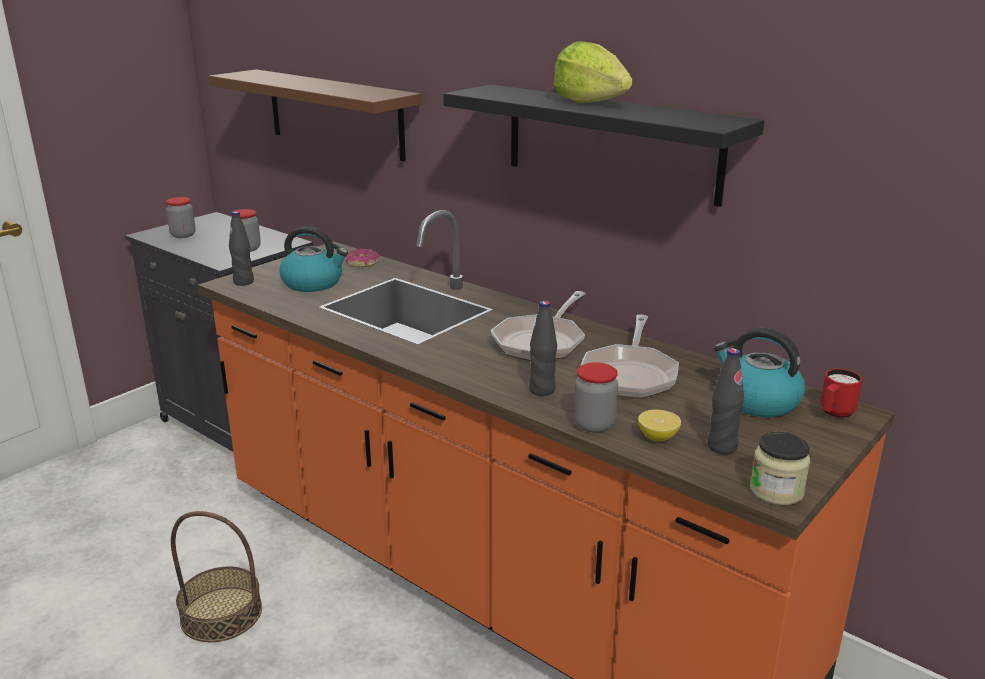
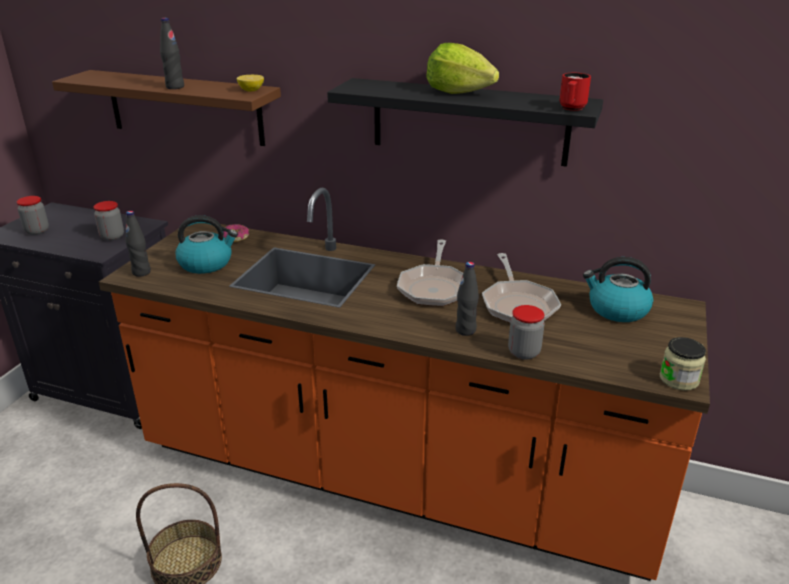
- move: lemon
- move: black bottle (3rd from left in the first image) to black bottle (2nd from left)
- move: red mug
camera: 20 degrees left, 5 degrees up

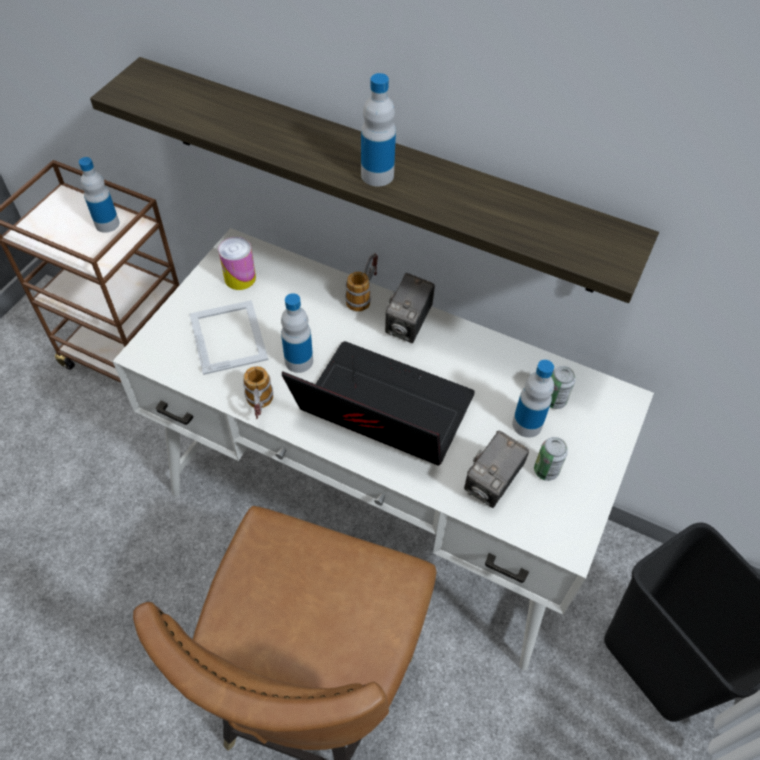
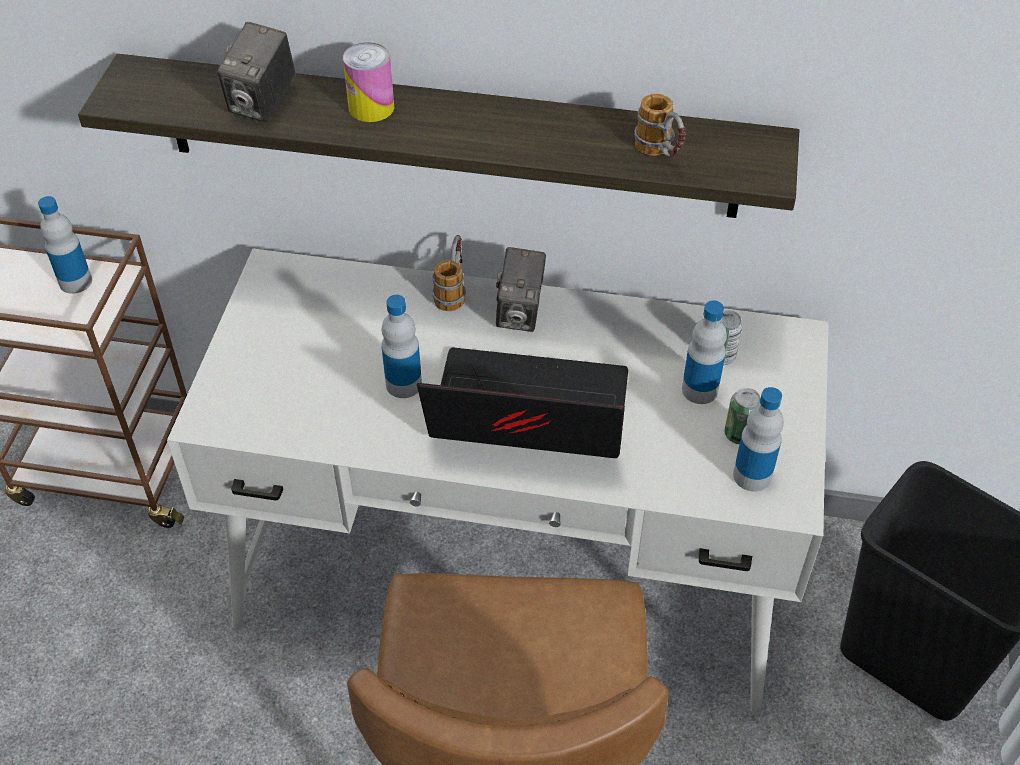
- delete: picture frame
- move: can (1st from left)
- move: mug (1st from left in the first image) to mug (2nd from left)
- move: bottle (3rd from left in the first image) to bottle (4th from left)
- move: photo camera (2nd from left in the first image) to photo camera (1st from left)
camera: 15 degrees left, 5 degrees down

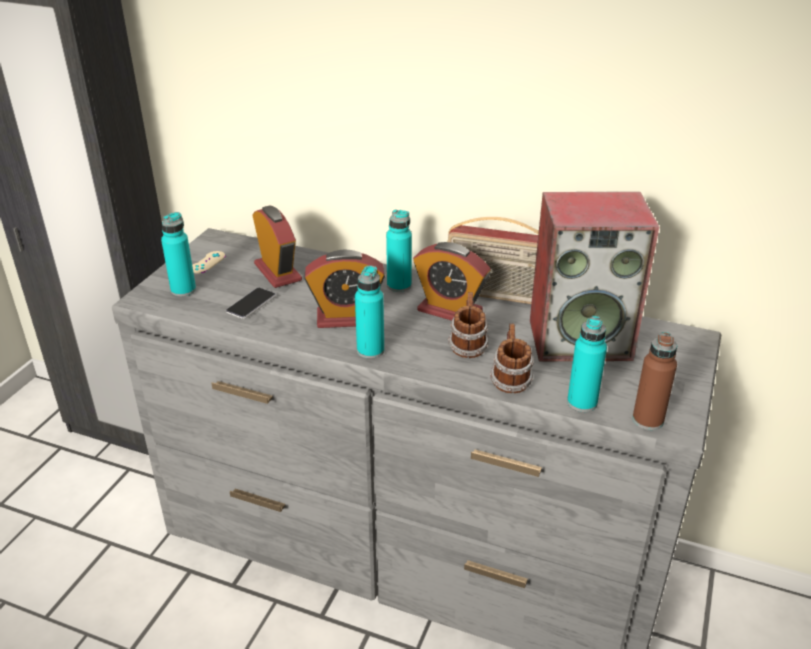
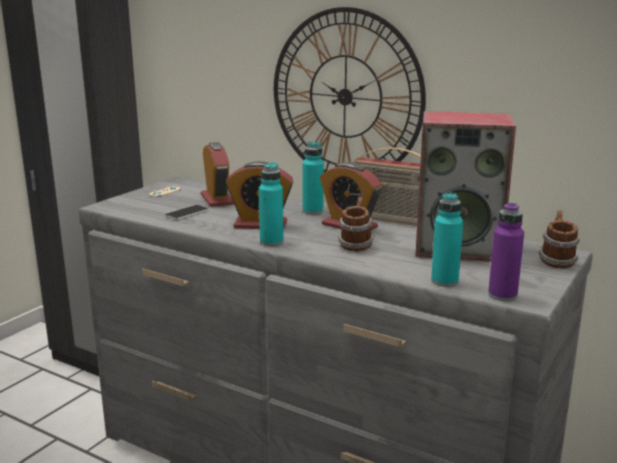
- delete: turquoise bottle (1st from left)
- insert: wall clock
- move: mug (2nd from left)
- recolor: brown bottle to purple bottle
camera: 10 degrees right, 15 degrees down

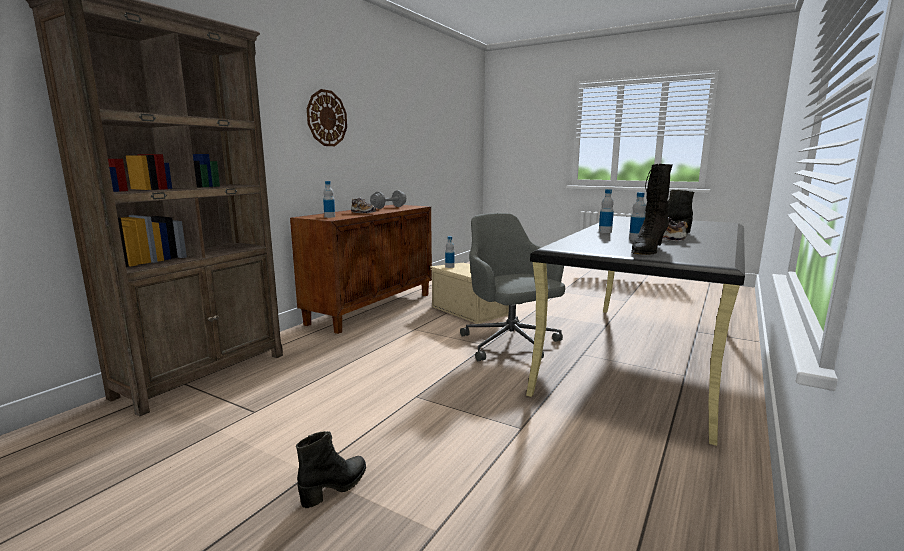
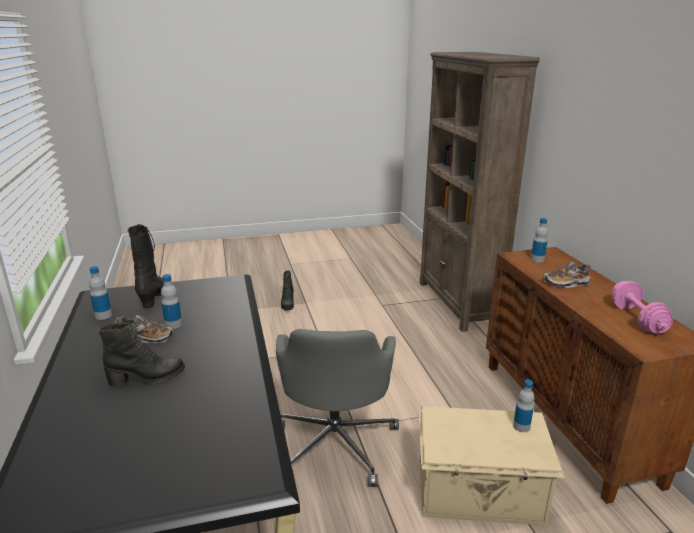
- delete: wall clock
- move: bottle (3rd from left in the first image) to bottle (1st from left)
- recolor: grey dumbbell to pink dumbbell
- rotate: grey office chair 75 degrees clockwise
camera: 135 degrees right, 10 degrees up

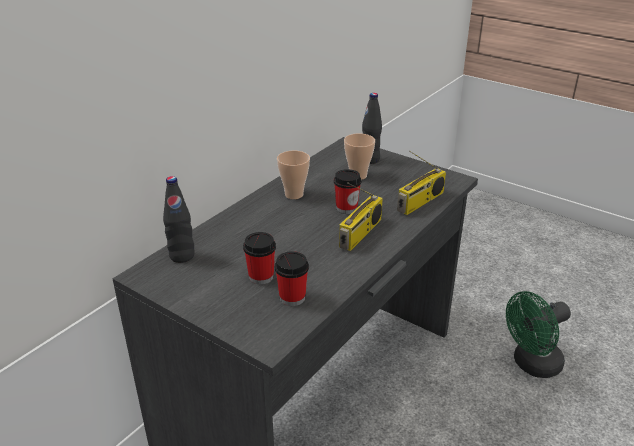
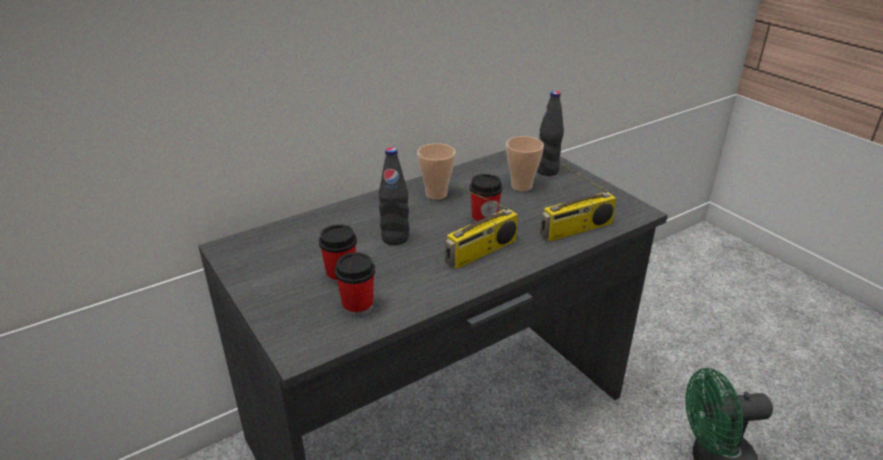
- move: black bottle (1st from left)
camera: 20 degrees right, 0 degrees up

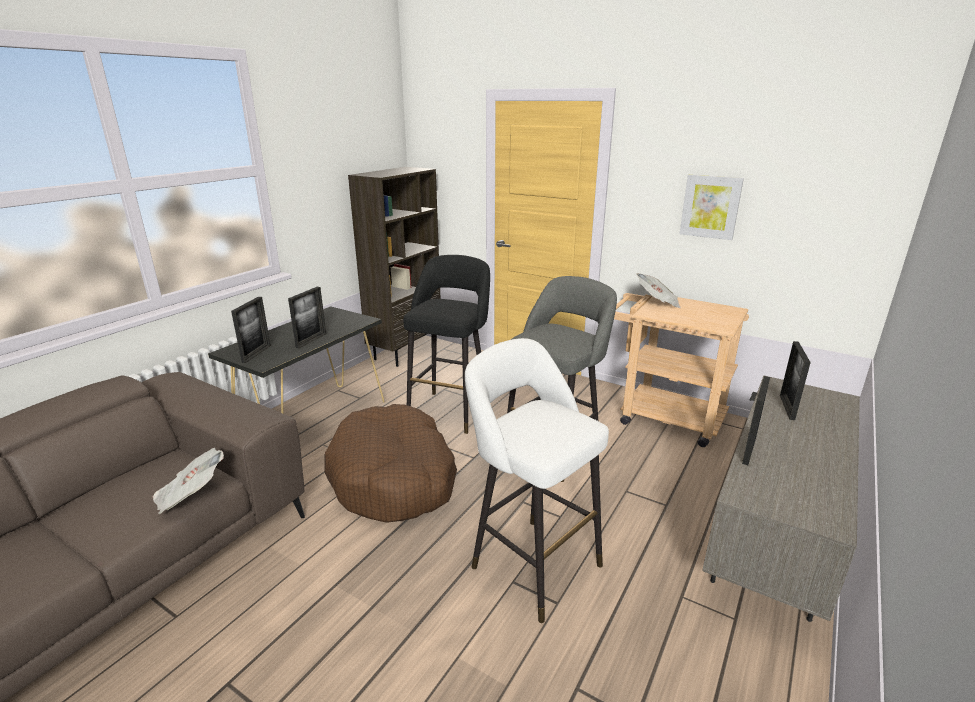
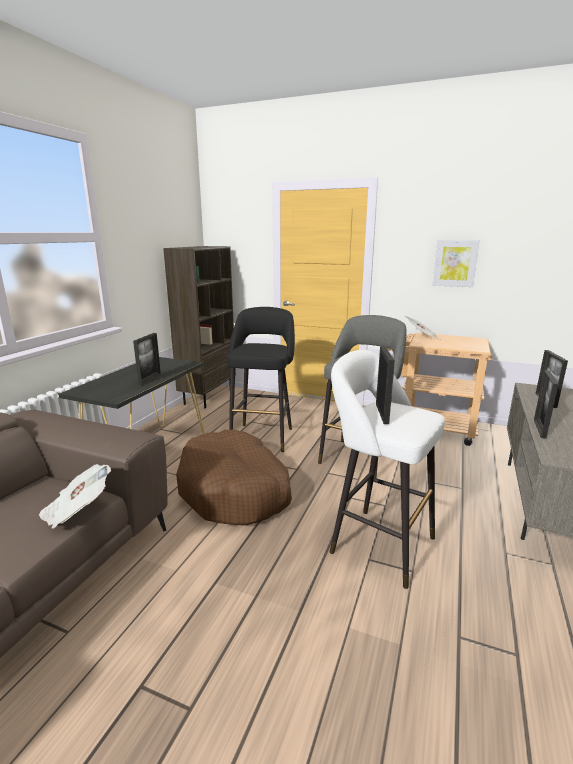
- move: picture frame (1st from left in the first image) to picture frame (2nd from left)
camera: 10 degrees left, 5 degrees down

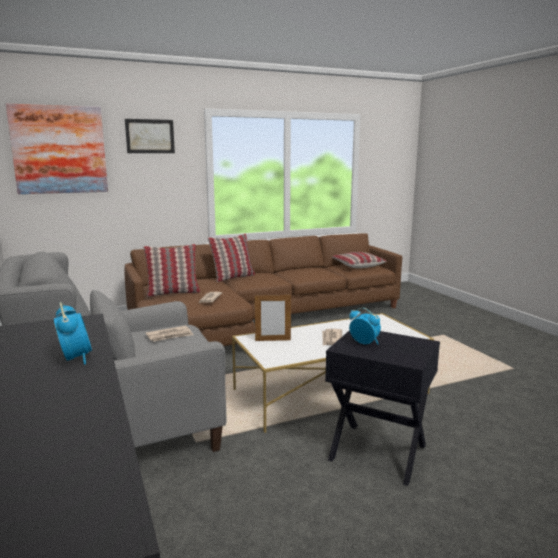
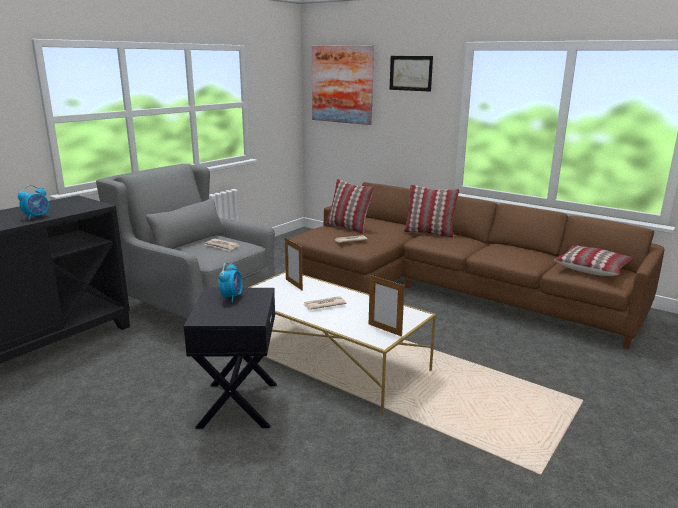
- insert: picture frame (2nd from left)
camera: 60 degrees right, 5 degrees up

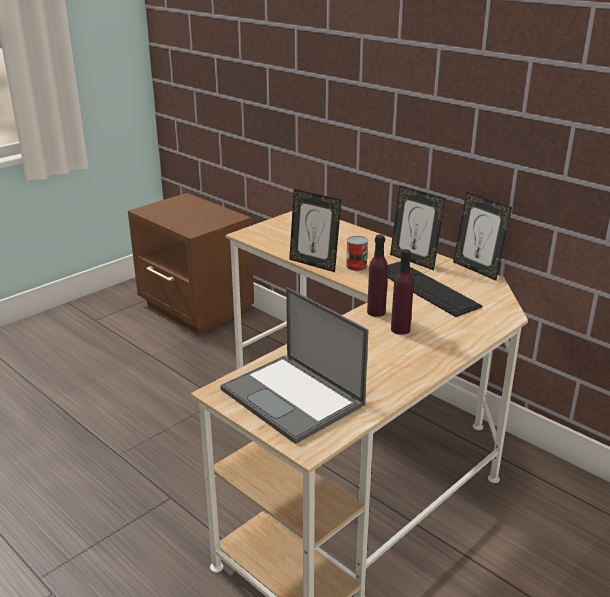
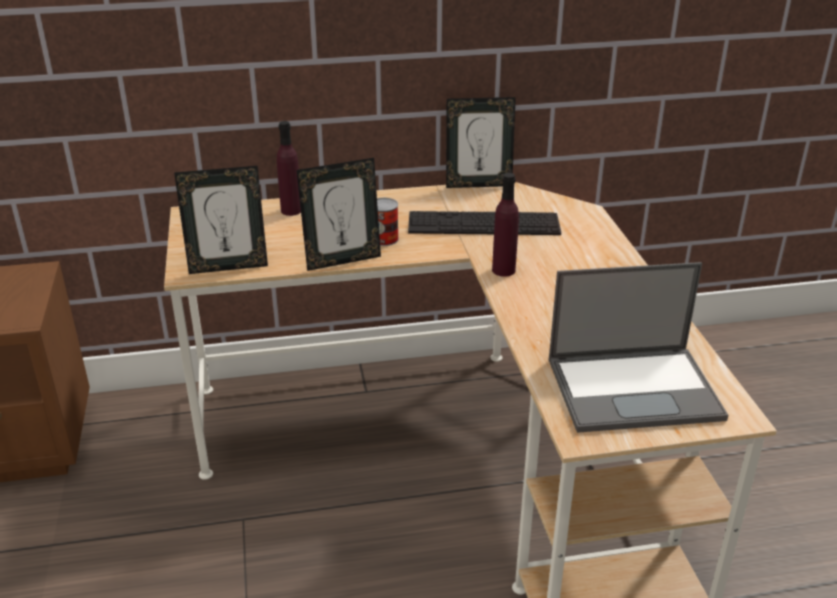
- move: picture frame (2nd from left in the first image) to picture frame (1st from left)
- move: purple bottle (2nd from left in the first image) to purple bottle (1st from left)
camera: 55 degrees left, 5 degrees up

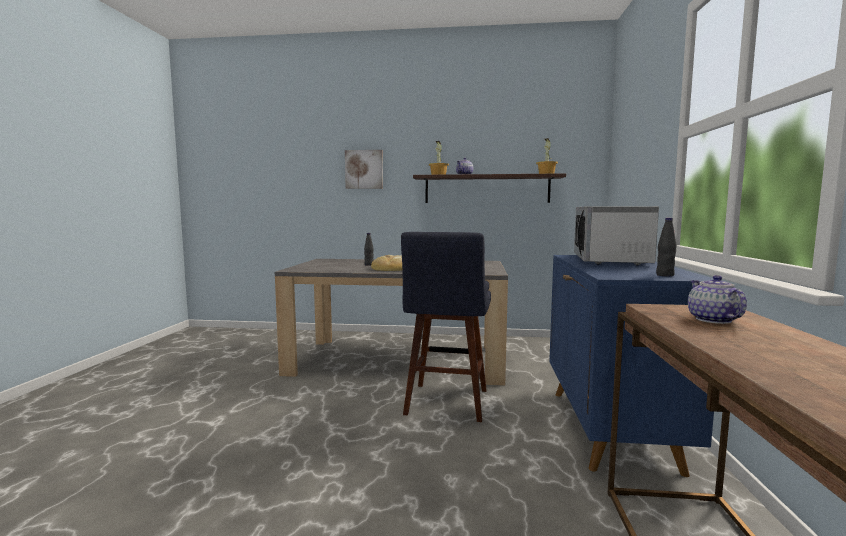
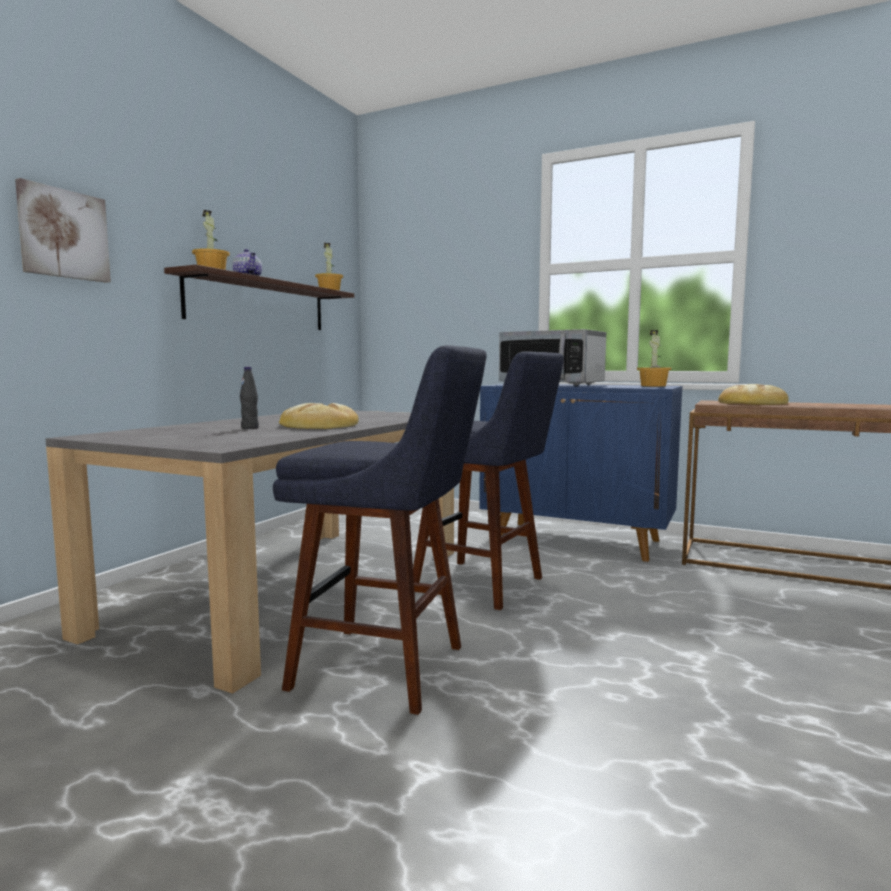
- insert: blue stool (1st from left)
- replace: black bottle (2nd from left) to potted plant (3rd from left)
- replace: teapot (2nd from left) to bread (2nd from left)
camera: 70 degrees left, 0 degrees up

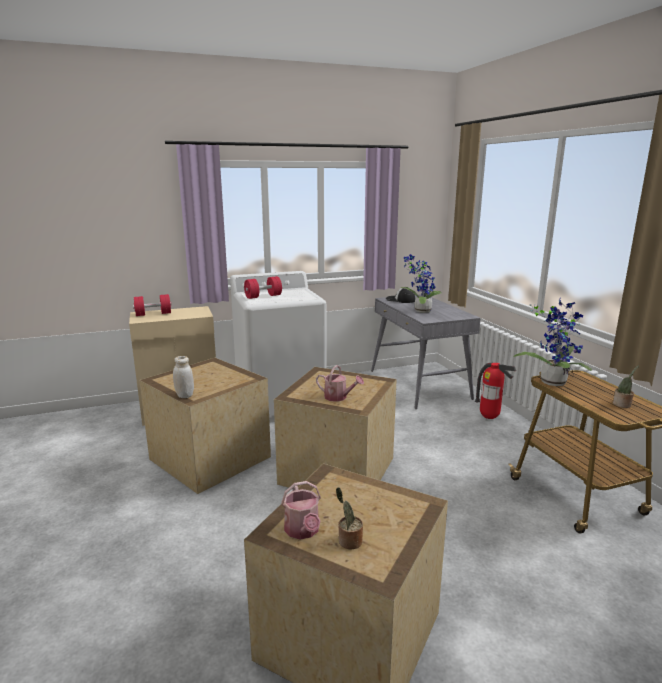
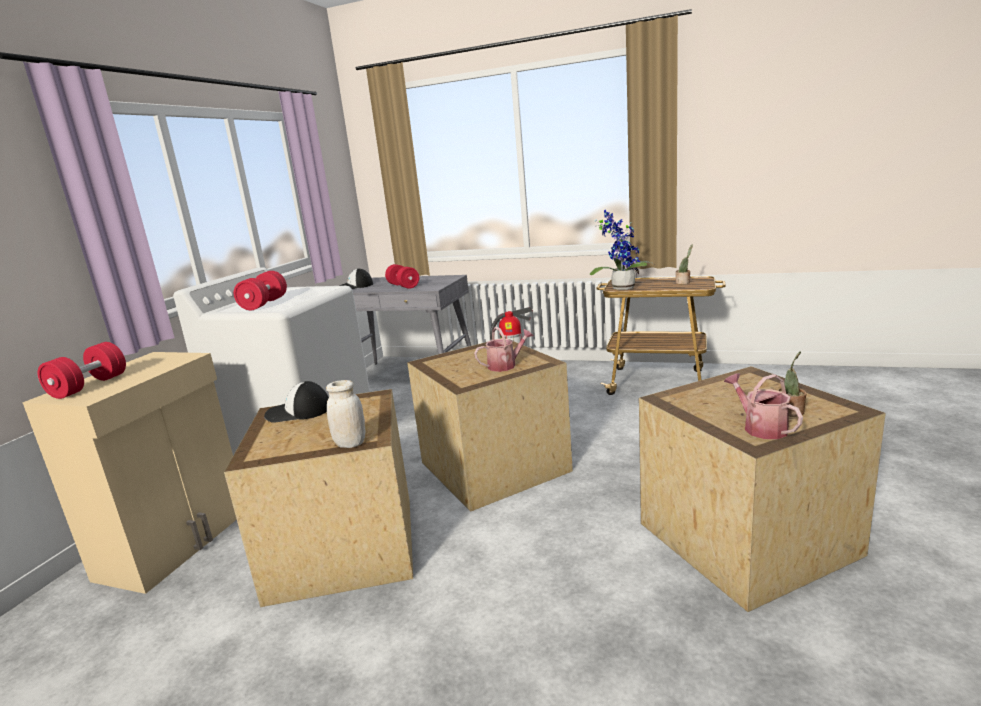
- insert: cap (1st from left)
- replace: potted plant (2nd from left) to red dumbbell (3rd from left)
- rotate: watering can (1st from left in the first image) 135 degrees counterclockwise
camera: 50 degrees left, 0 degrees up

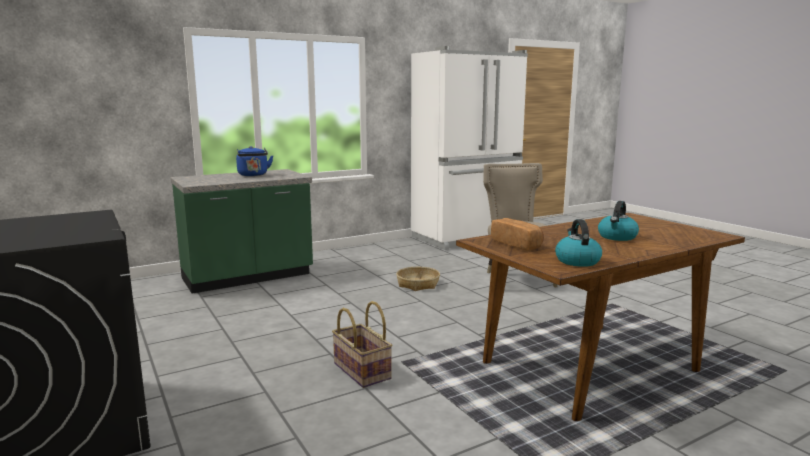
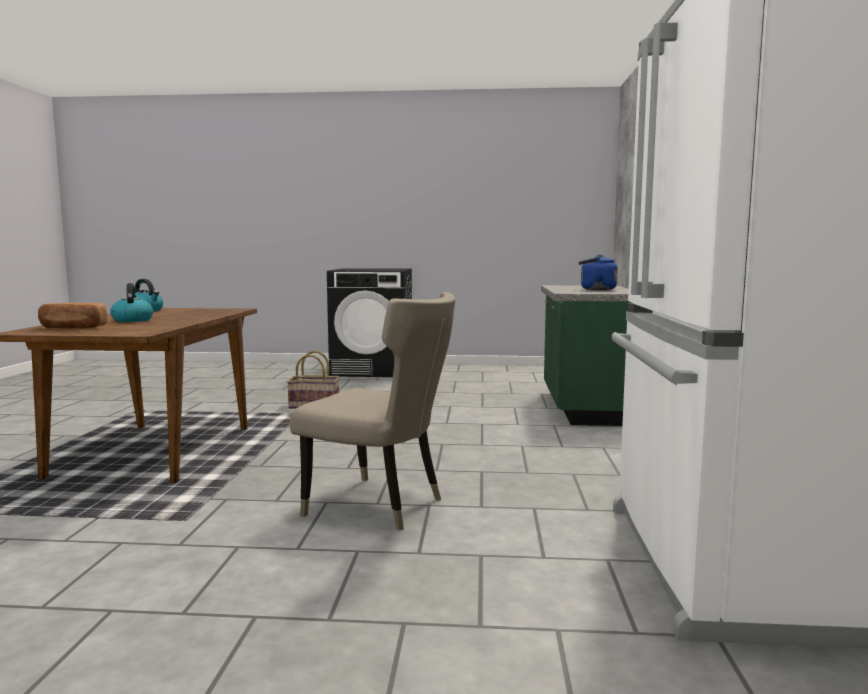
- delete: basket (2nd from left)
- move: bread
camera: 125 degrees right, 5 degrees down

